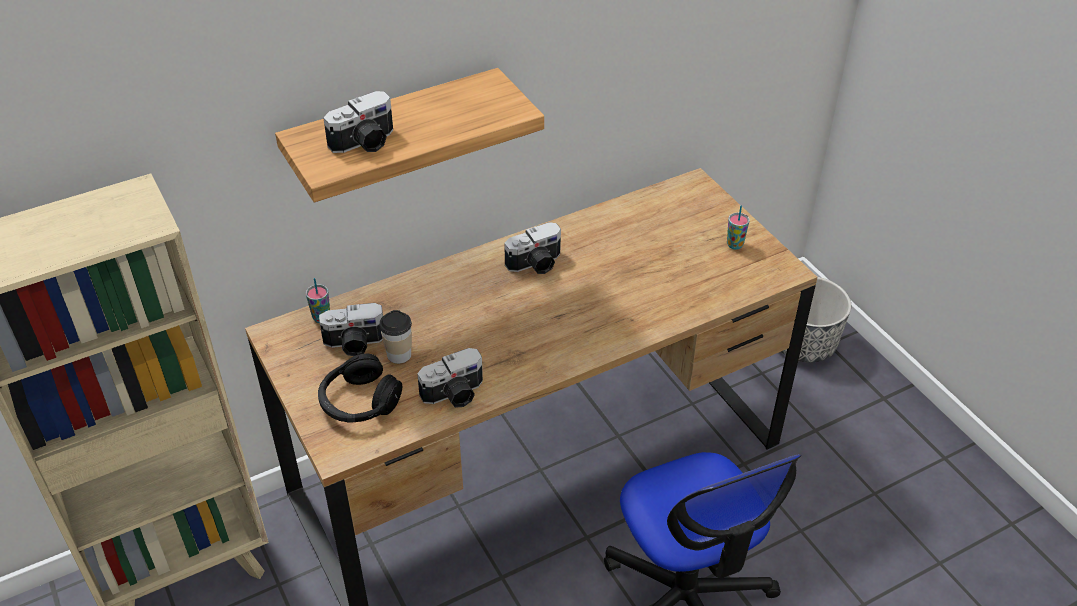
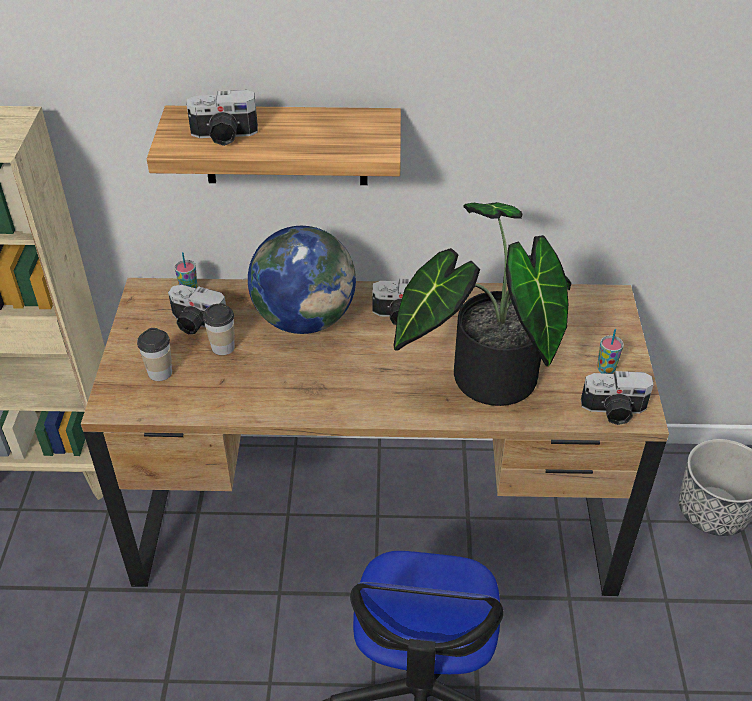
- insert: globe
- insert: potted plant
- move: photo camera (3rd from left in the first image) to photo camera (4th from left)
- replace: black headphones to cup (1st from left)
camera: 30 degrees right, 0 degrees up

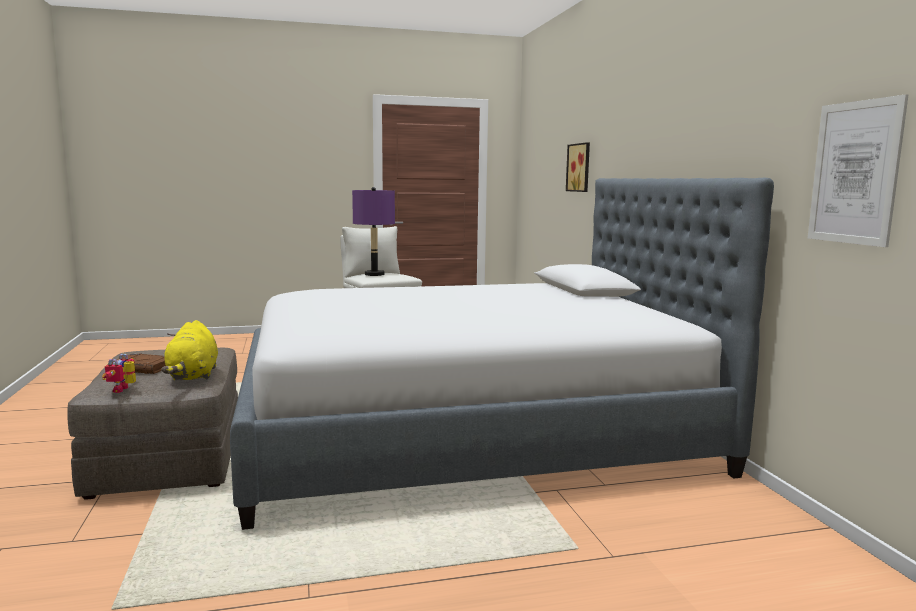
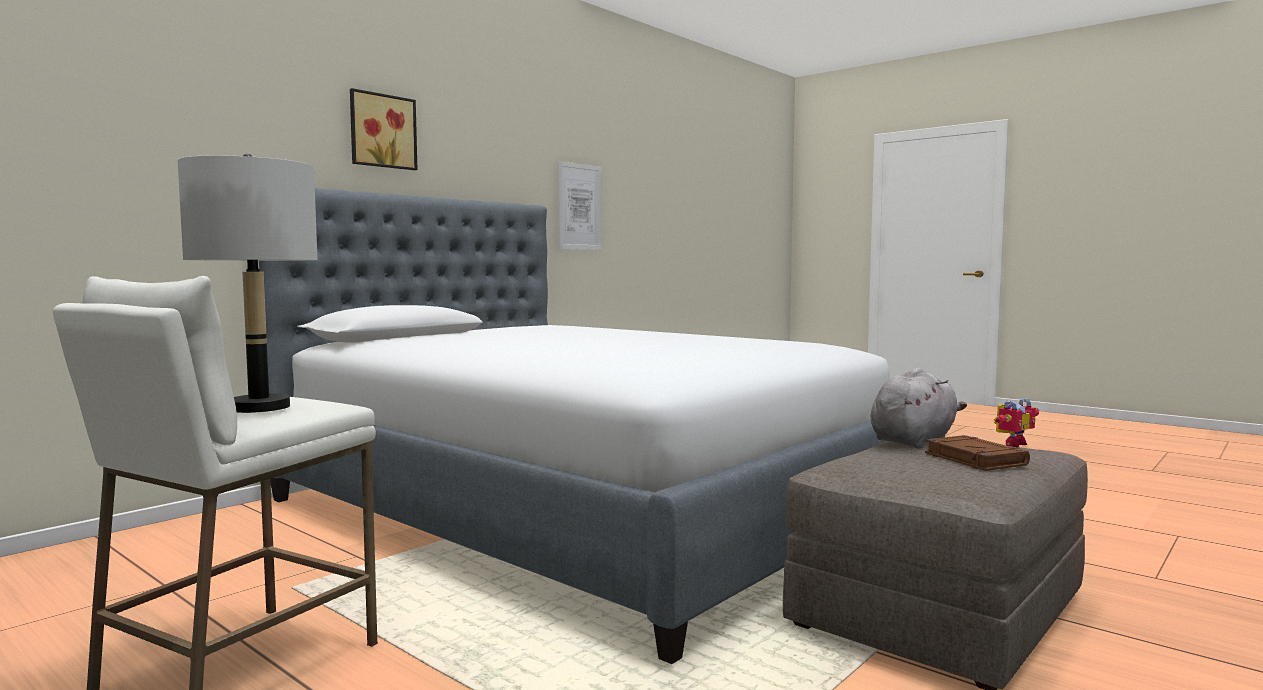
- move: picture (1st from left)
- recolor: yellow plush toy to grey plush toy
- recolor: purple table lamp to grey table lamp
camera: 125 degrees left, 5 degrees down

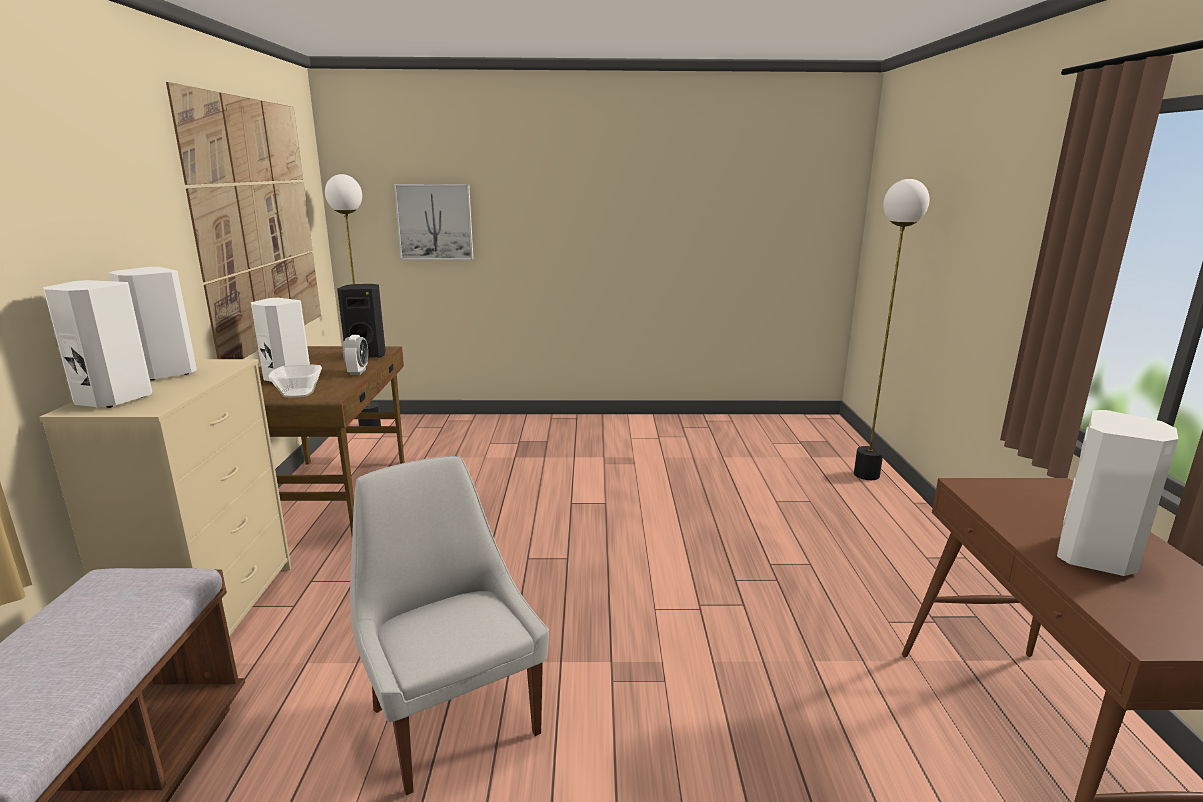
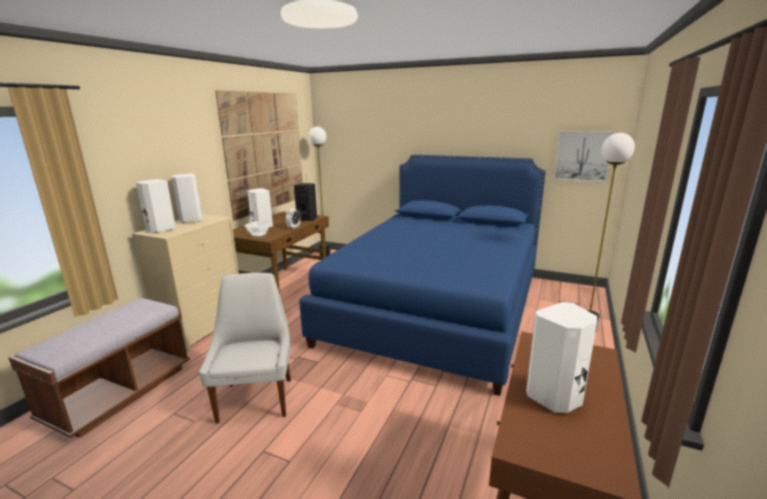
- insert: blue bed
- move: picture (2nd from left)
camera: 25 degrees right, 0 degrees up

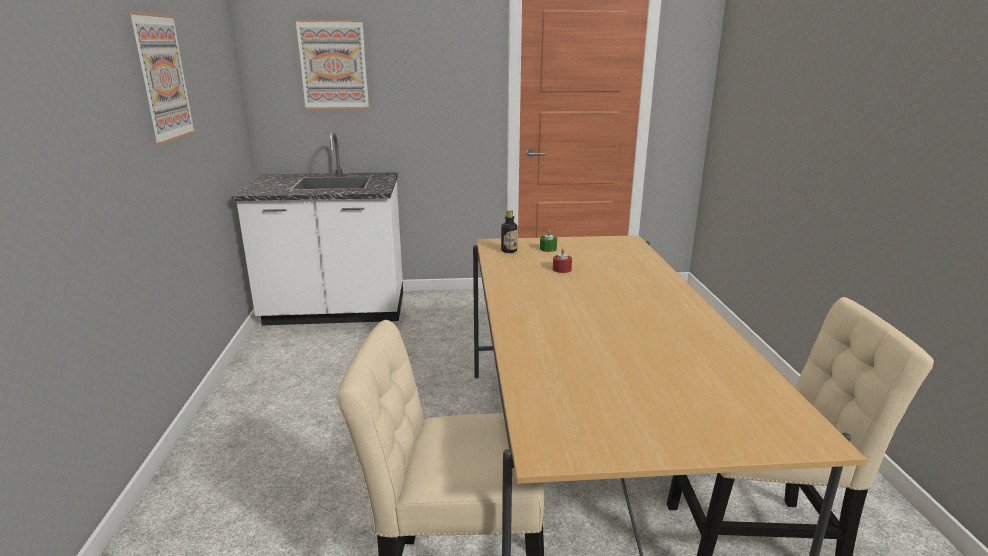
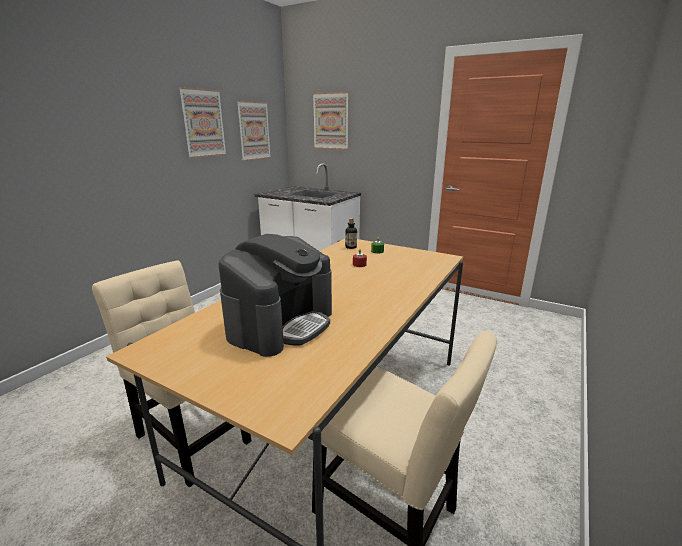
- insert: coffee machine
- insert: picture (2nd from left)
camera: 35 degrees right, 0 degrees up

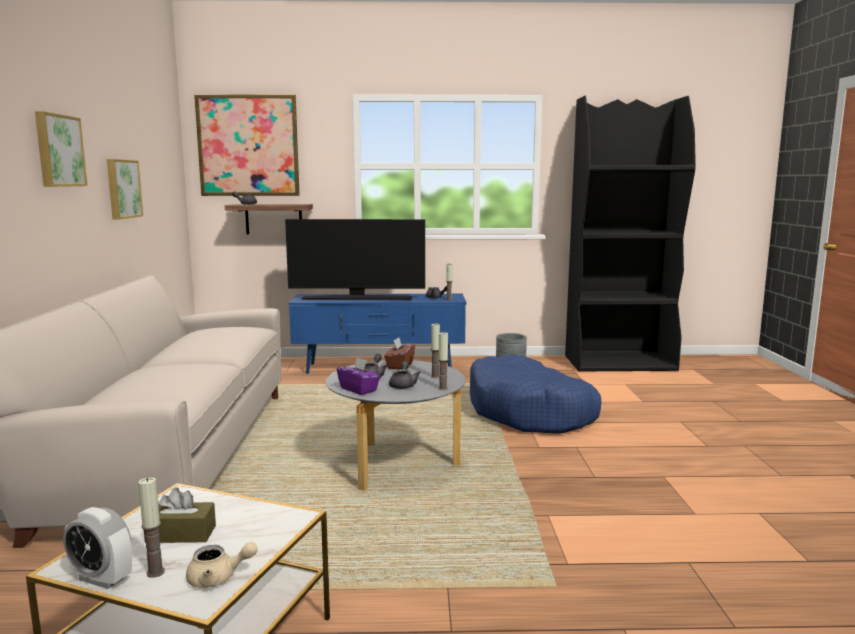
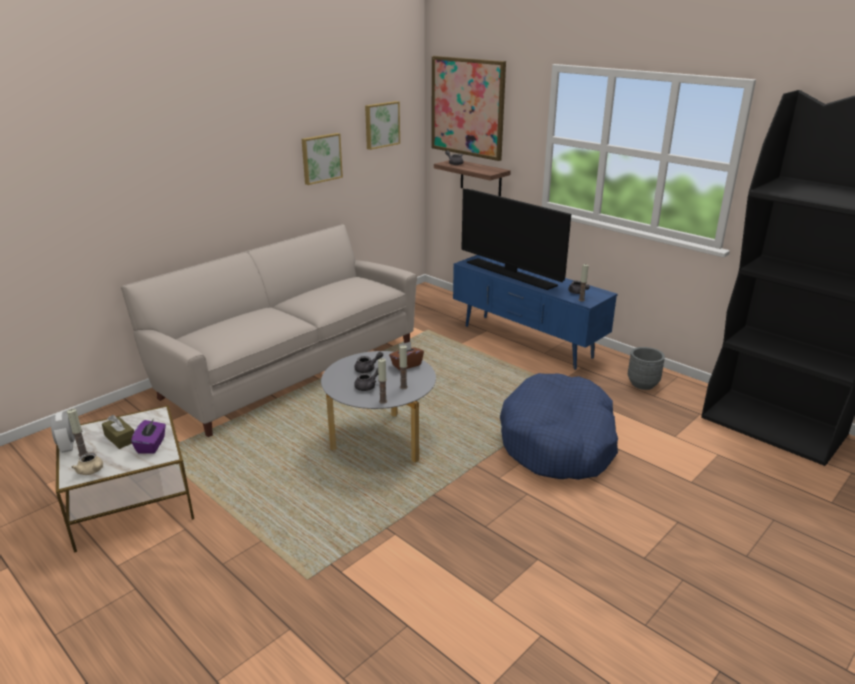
- move: picture (1st from left in the first image) to picture (2nd from left)
- move: purple tissue box
camera: 45 degrees right, 15 degrees up

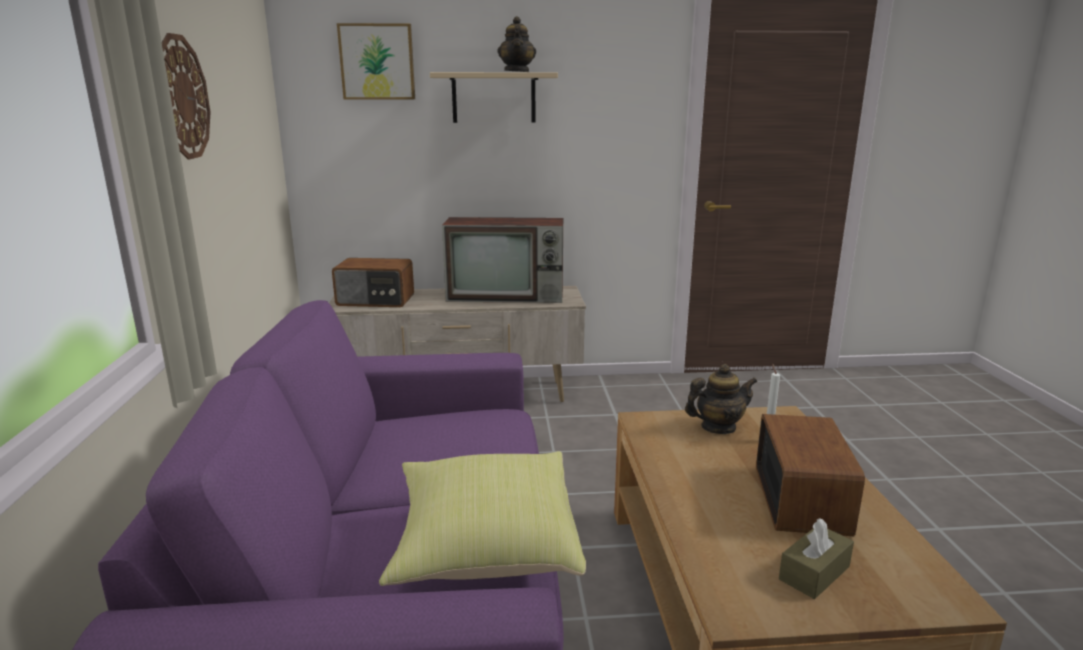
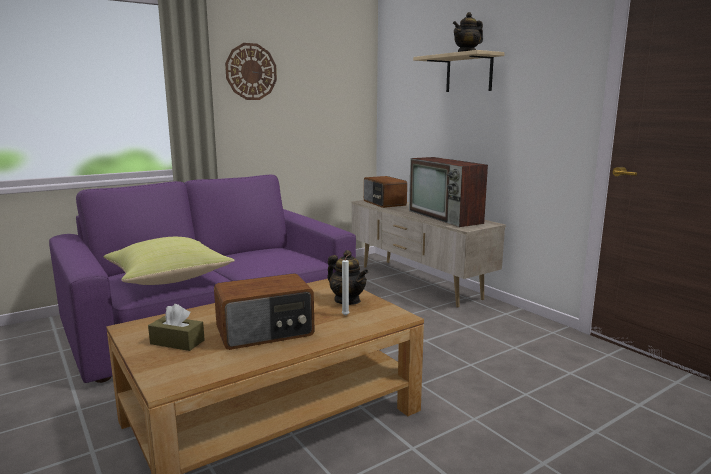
- delete: picture
camera: 60 degrees right, 5 degrees down

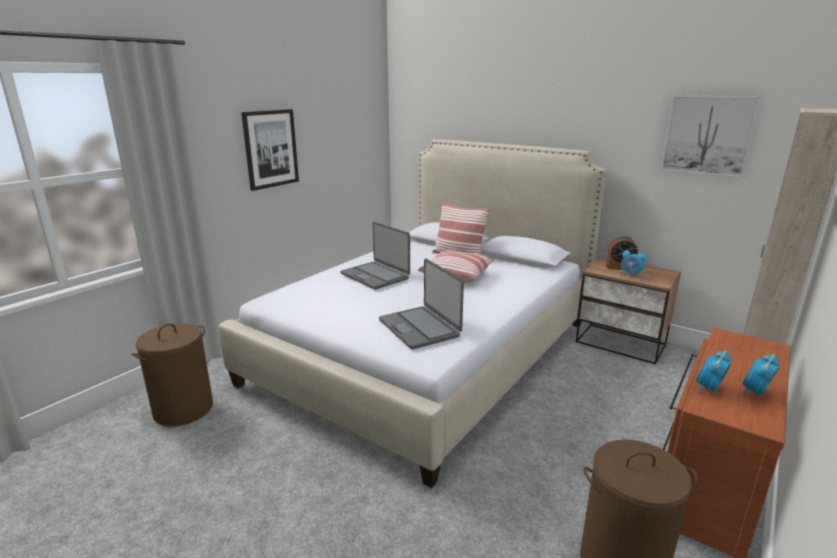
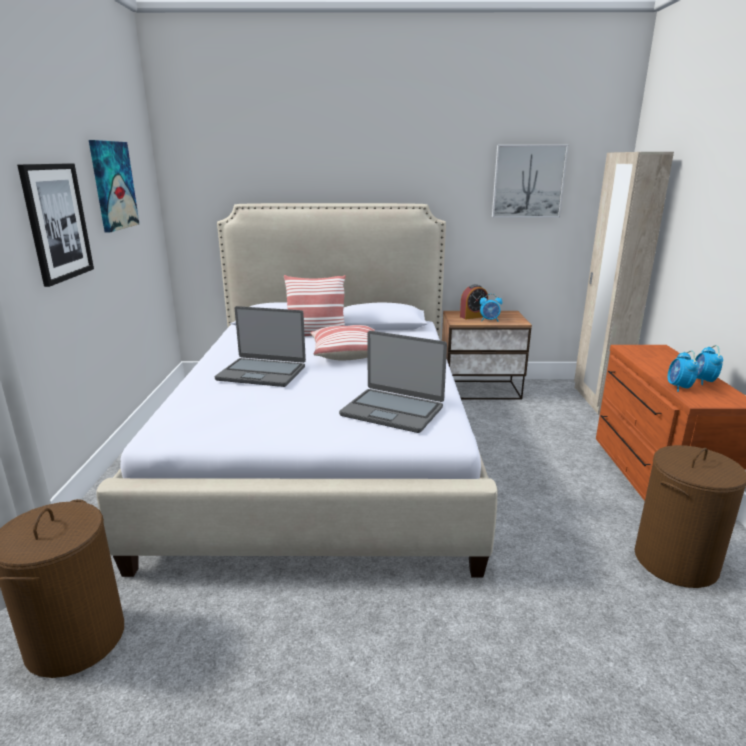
- insert: picture (2nd from left)
camera: 35 degrees left, 0 degrees up

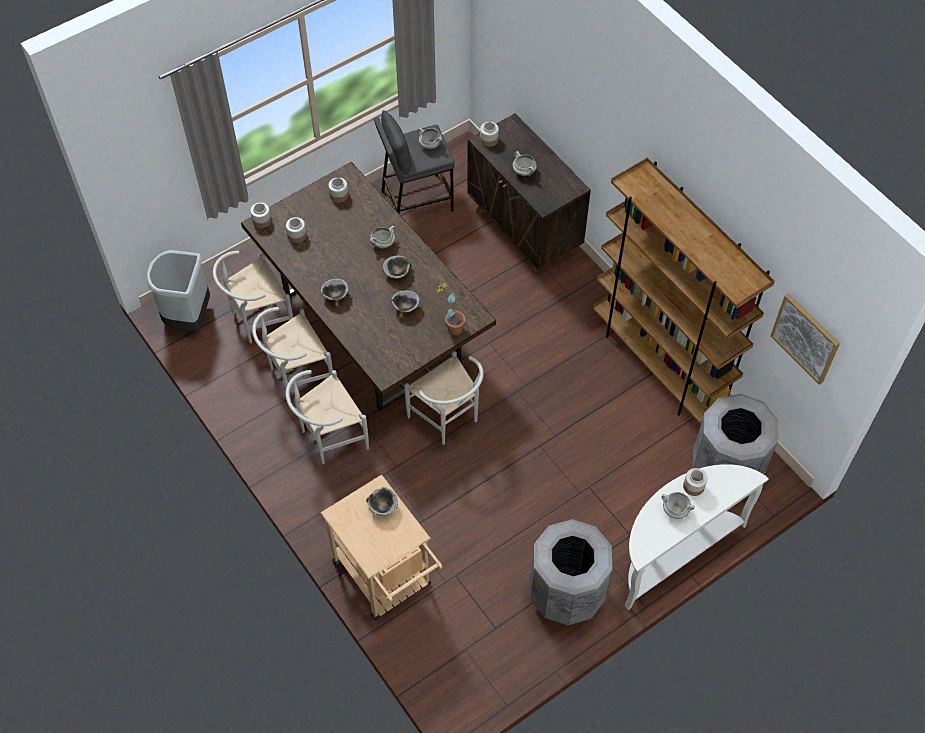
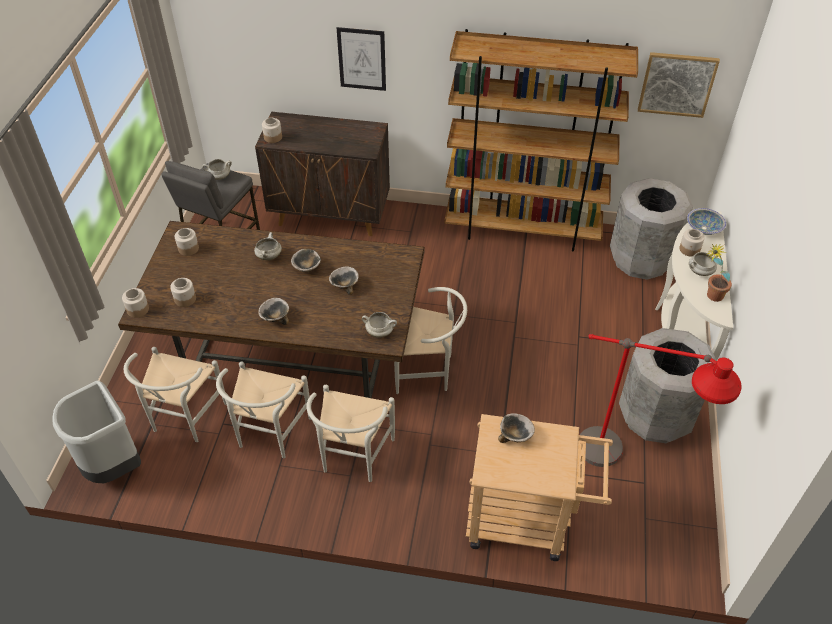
- insert: picture (1st from left)
- insert: red floor lamp
- insert: bowl (5th from left)
- move: potted plant
- move: white cooking pot (3rd from left)
camera: 45 degrees left, 10 degrees down

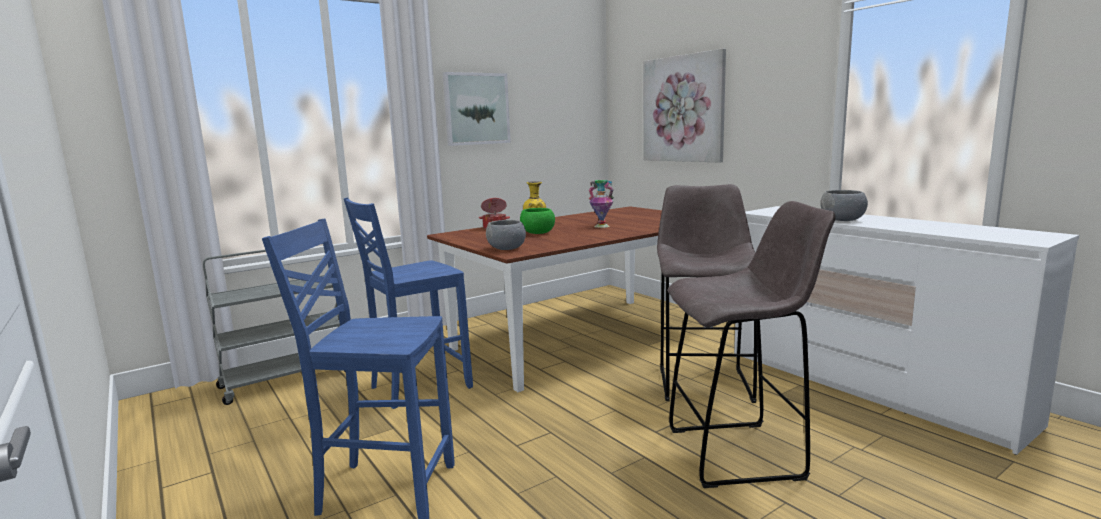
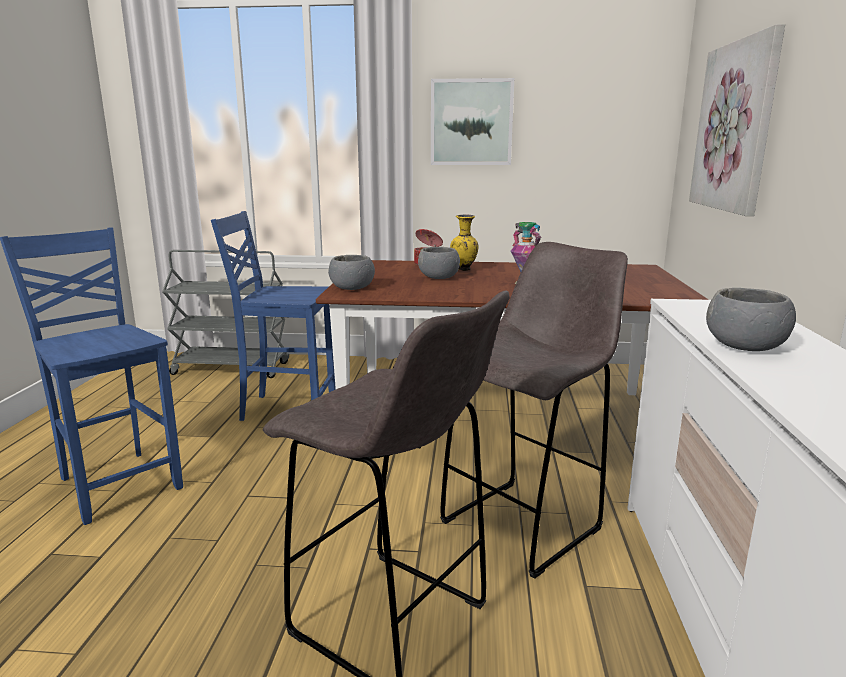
- recolor: green bowl to grey bowl (2nd from left)
camera: 40 degrees right, 5 degrees up

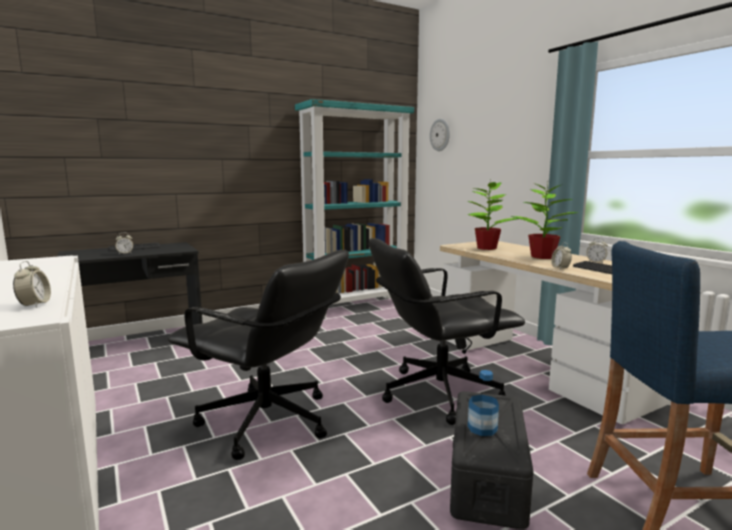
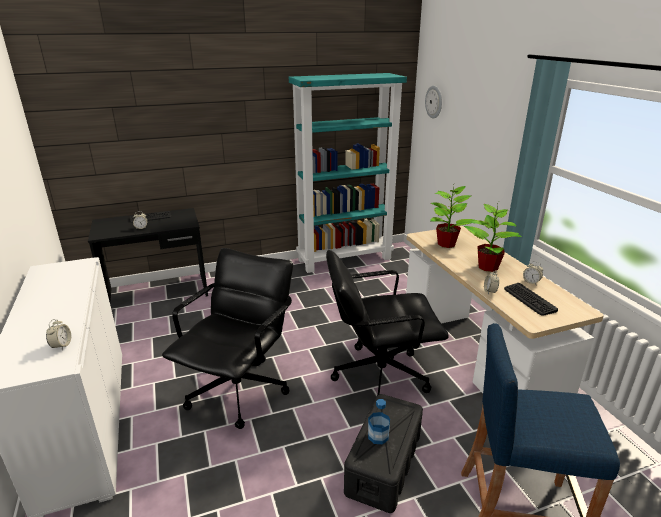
- rotate: black office chair (1st from left) 105 degrees counterclockwise
camera: 10 degrees right, 15 degrees up

